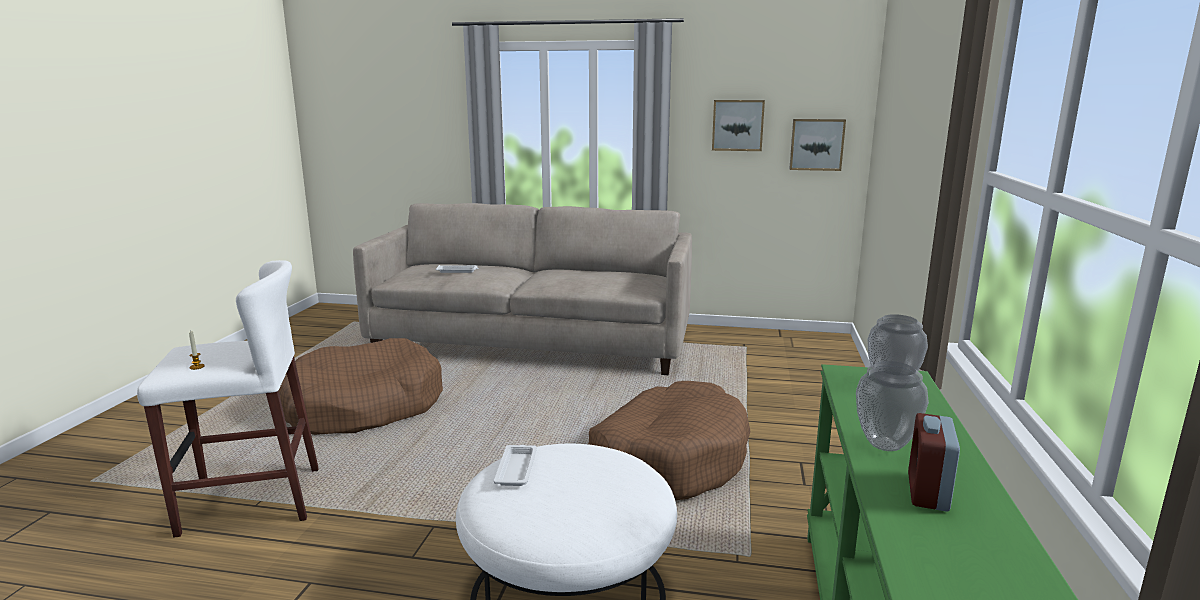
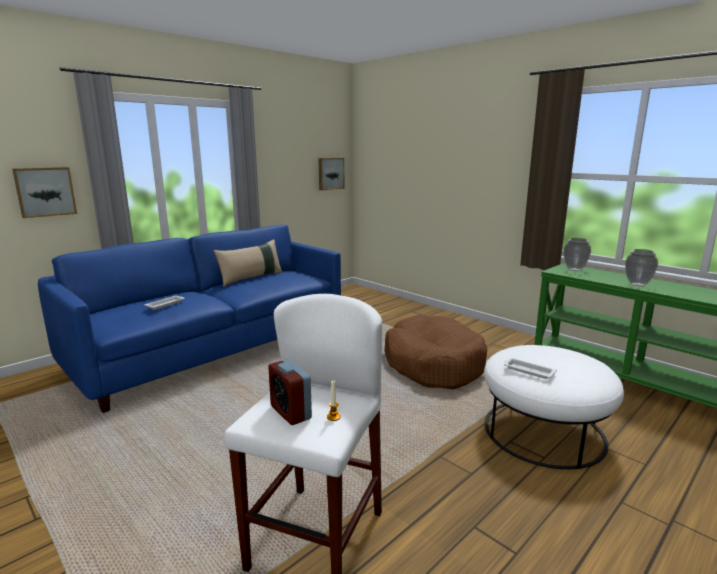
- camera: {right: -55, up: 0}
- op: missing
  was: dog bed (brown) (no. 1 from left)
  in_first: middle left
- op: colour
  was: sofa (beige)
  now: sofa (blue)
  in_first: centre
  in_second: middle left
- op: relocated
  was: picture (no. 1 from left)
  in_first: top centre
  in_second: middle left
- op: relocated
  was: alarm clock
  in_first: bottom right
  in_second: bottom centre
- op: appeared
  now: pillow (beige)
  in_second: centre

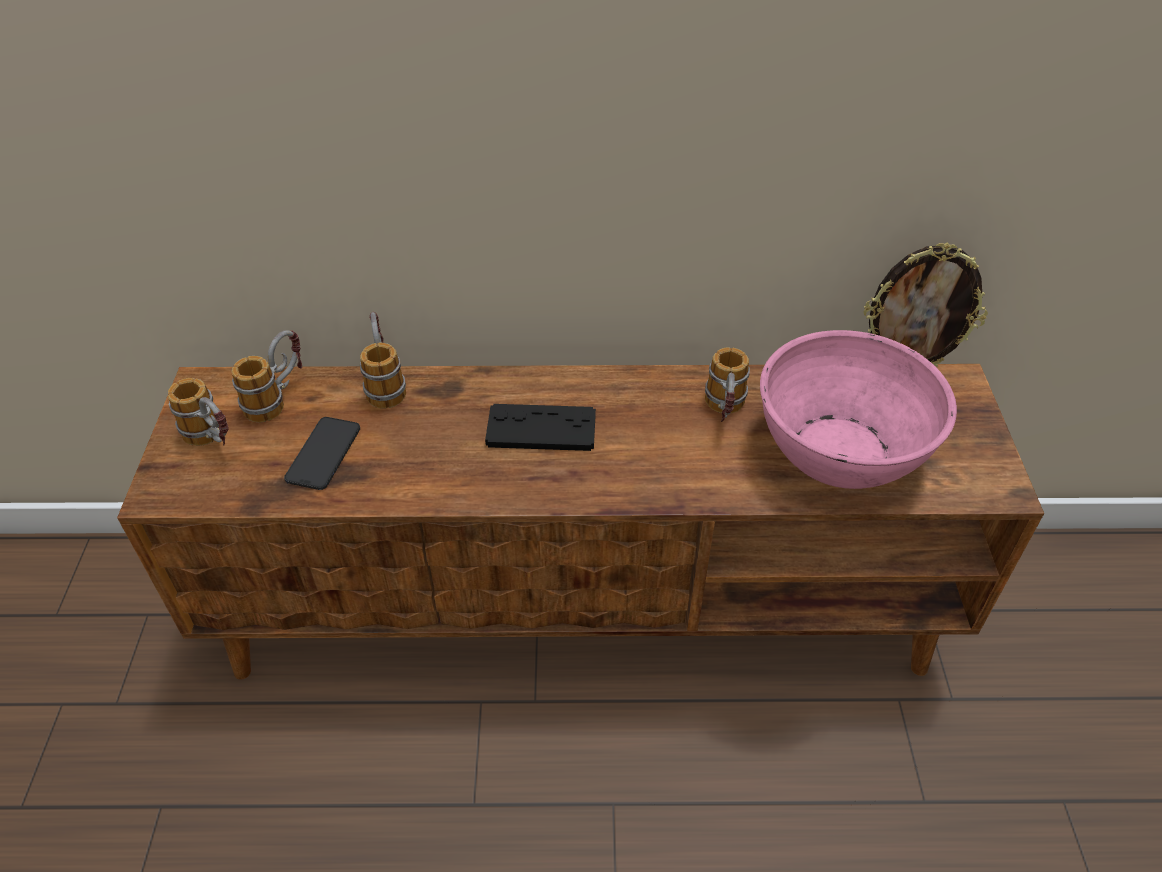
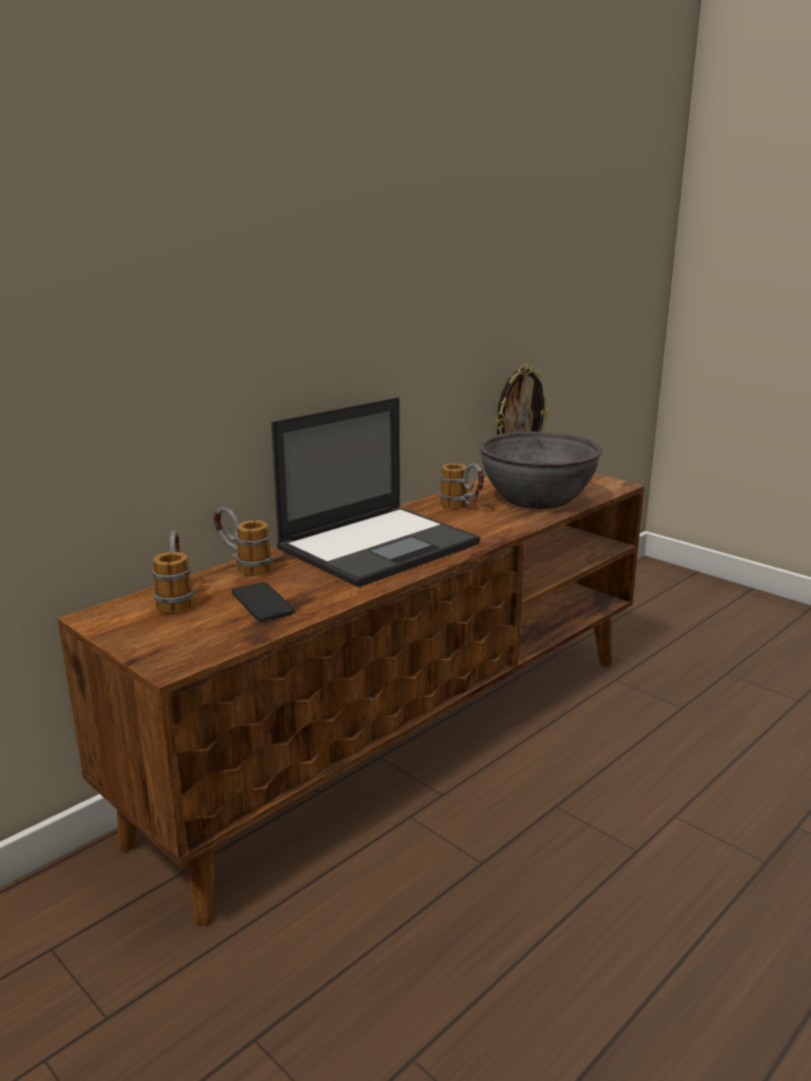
- camera: {right: -45, up: -25}
- op: missing
  was: mug (no. 1 from left)
  in_first: middle left
- op: exchanged
  was: game controller (black)
  now: laptop
  in_first: centre
  in_second: centre
- op: colour
  was: bowl (pink)
  now: bowl (grey)
  in_first: middle right
  in_second: centre

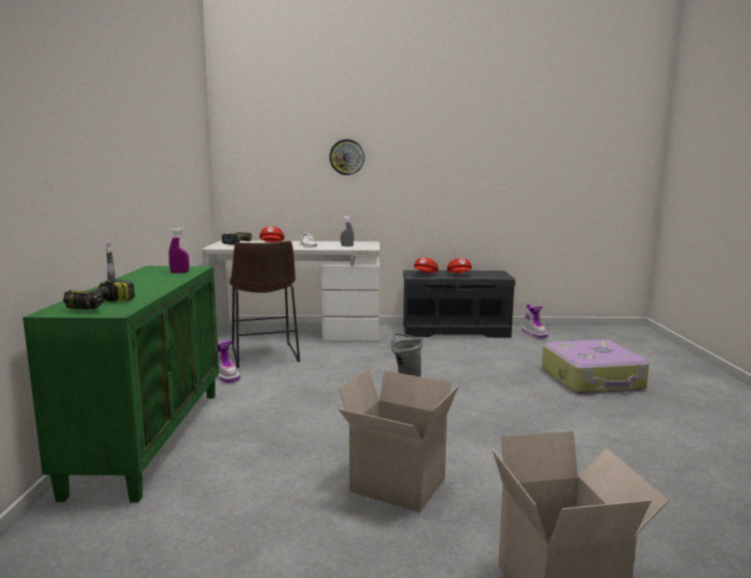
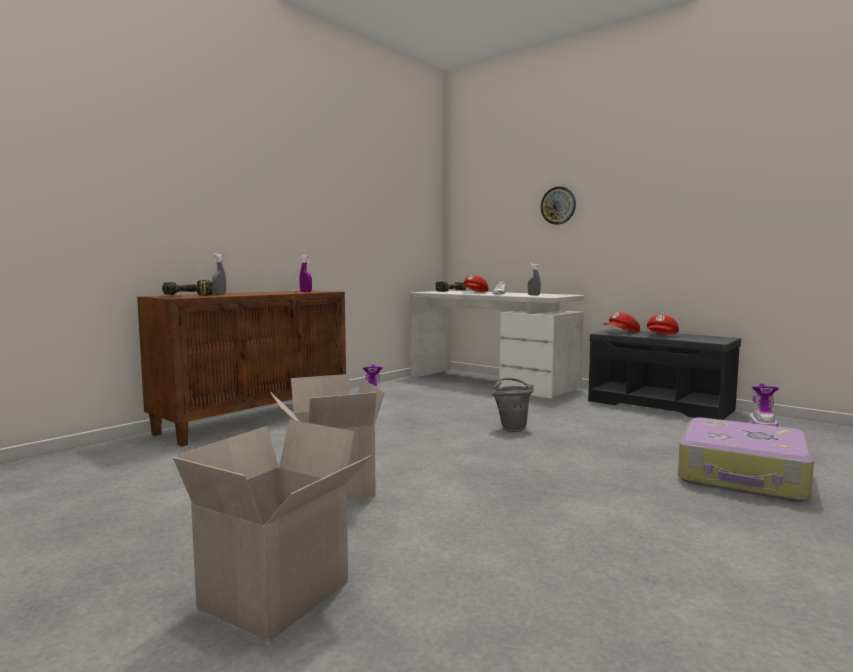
- camera: {right: 40, up: -5}
- op: colour
  was: cabinet (green)
  now: cabinet (brown)
  in_first: middle left
  in_second: middle left
- op: missing
  was: stool (brown)
  in_first: centre

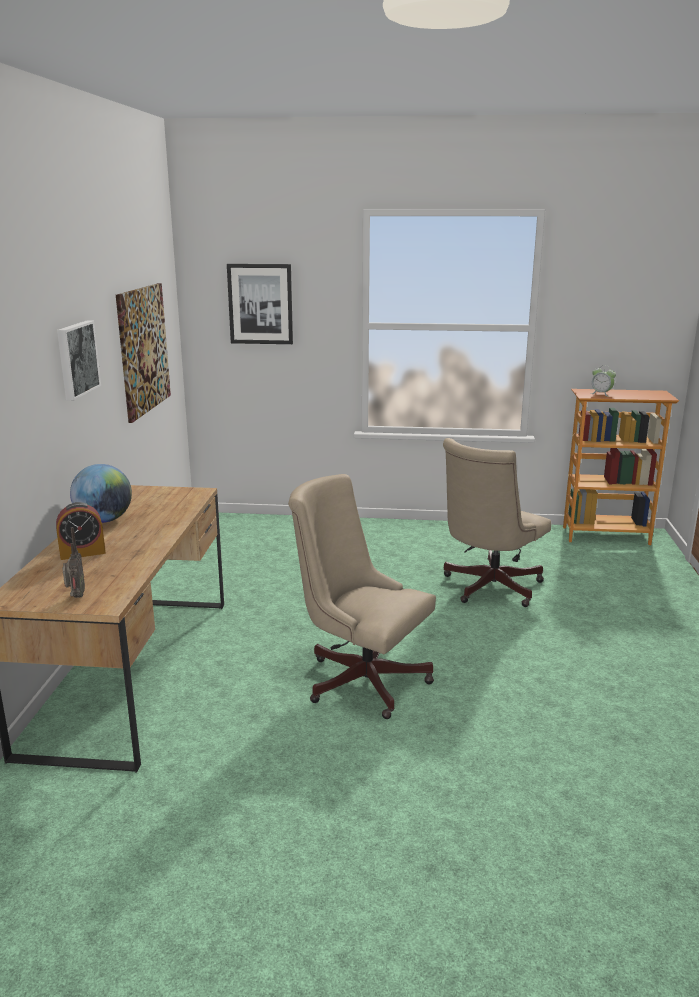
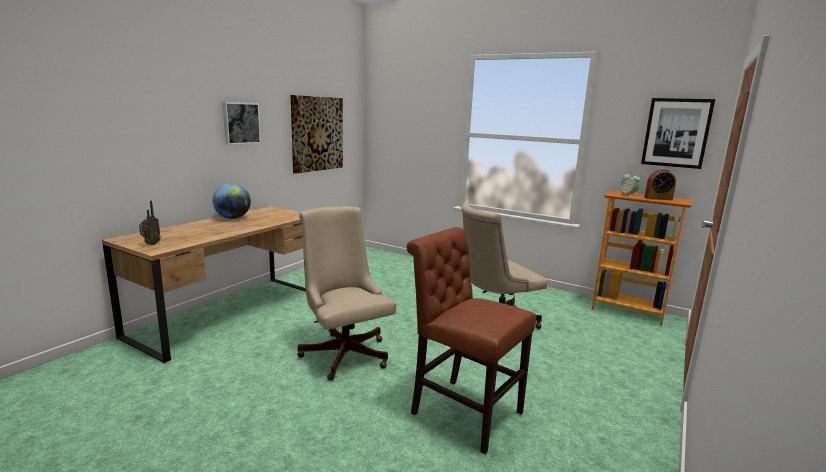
- camera: {right: 25, up: -5}
- op: relocated
  was: alarm clock (no. 1 from left in the first image)
  now: alarm clock (no. 2 from left)
  in_first: middle left
  in_second: middle right
- op: relocated
  was: picture (no. 3 from left)
  in_first: top centre
  in_second: top right
- op: appeared
  now: chair (brown)
  in_second: bottom centre

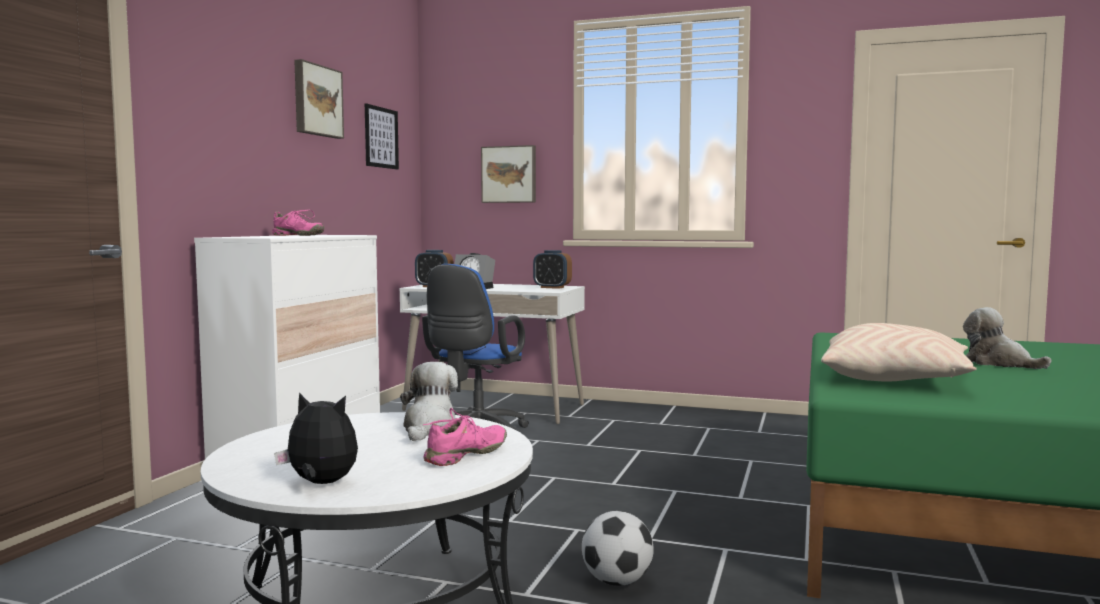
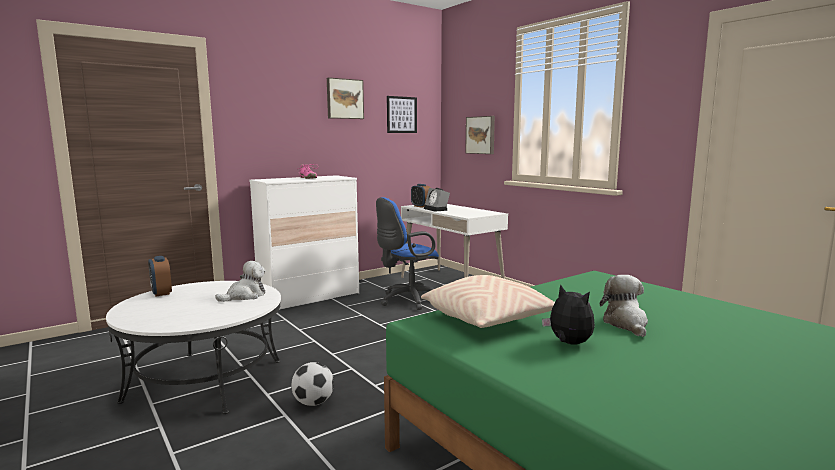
- camera: {right: 35, up: 5}
- op: relocated
  was: plush toy (no. 1 from left in the first image)
  now: plush toy (no. 2 from left)
  in_first: bottom left
  in_second: bottom right
- op: missing
  was: shoe (pink) (no. 2 from left)
  in_first: bottom centre
- op: relocated
  was: alarm clock (no. 3 from left in the first image)
  now: alarm clock (no. 1 from left)
  in_first: centre
  in_second: middle left

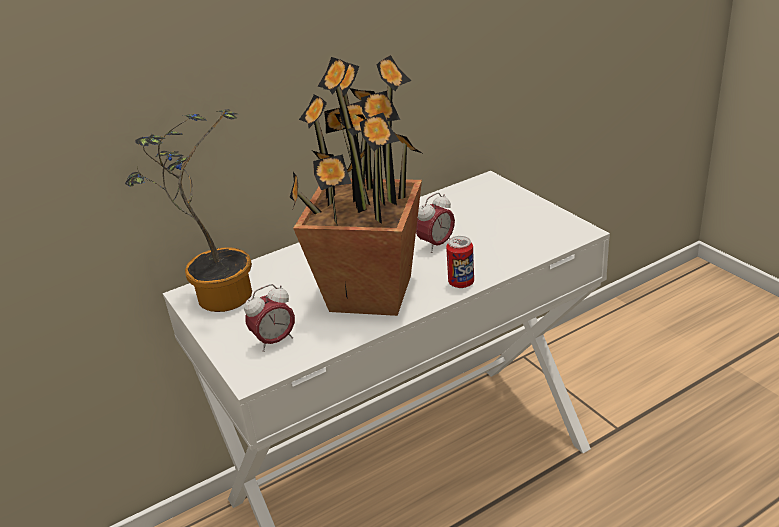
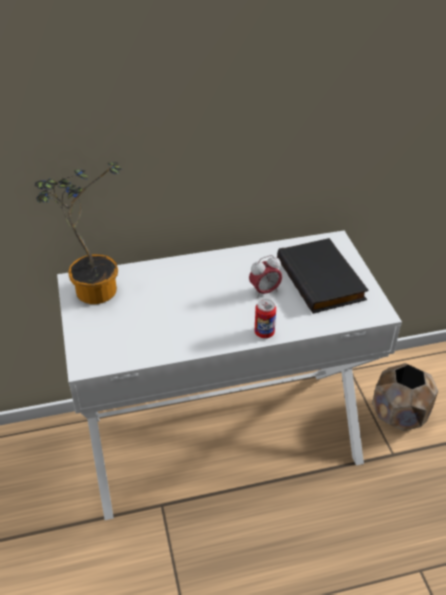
- camera: {right: 15, up: 10}
- op: missing
  was: alarm clock (no. 1 from left)
  in_first: centre
- op: missing
  was: potted plant (no. 2 from left)
  in_first: centre
- op: appeared
  now: book (black)
  in_second: middle right
- op: appeared
  now: planter (brown)
  in_second: bottom right

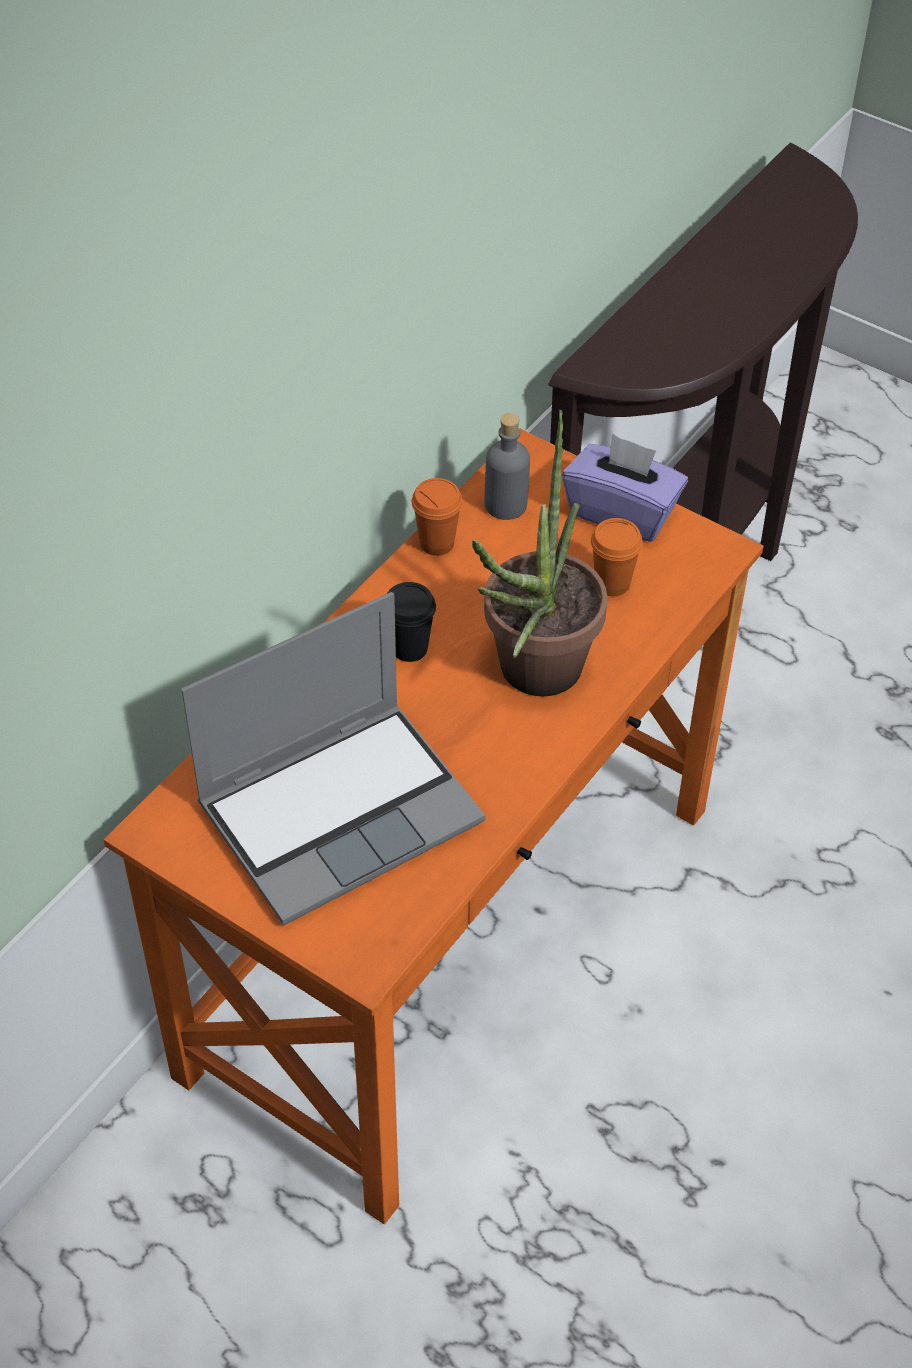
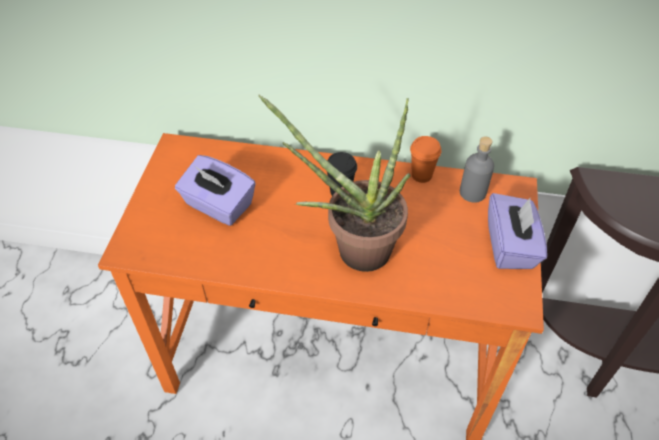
- camera: {right: 65, up: 0}
- op: exchanged
  was: laptop
  now: tissue box (purple) (no. 1 from left)
  in_first: centre
  in_second: middle left
- op: missing
  was: cup (orange) (no. 2 from left)
  in_first: middle right

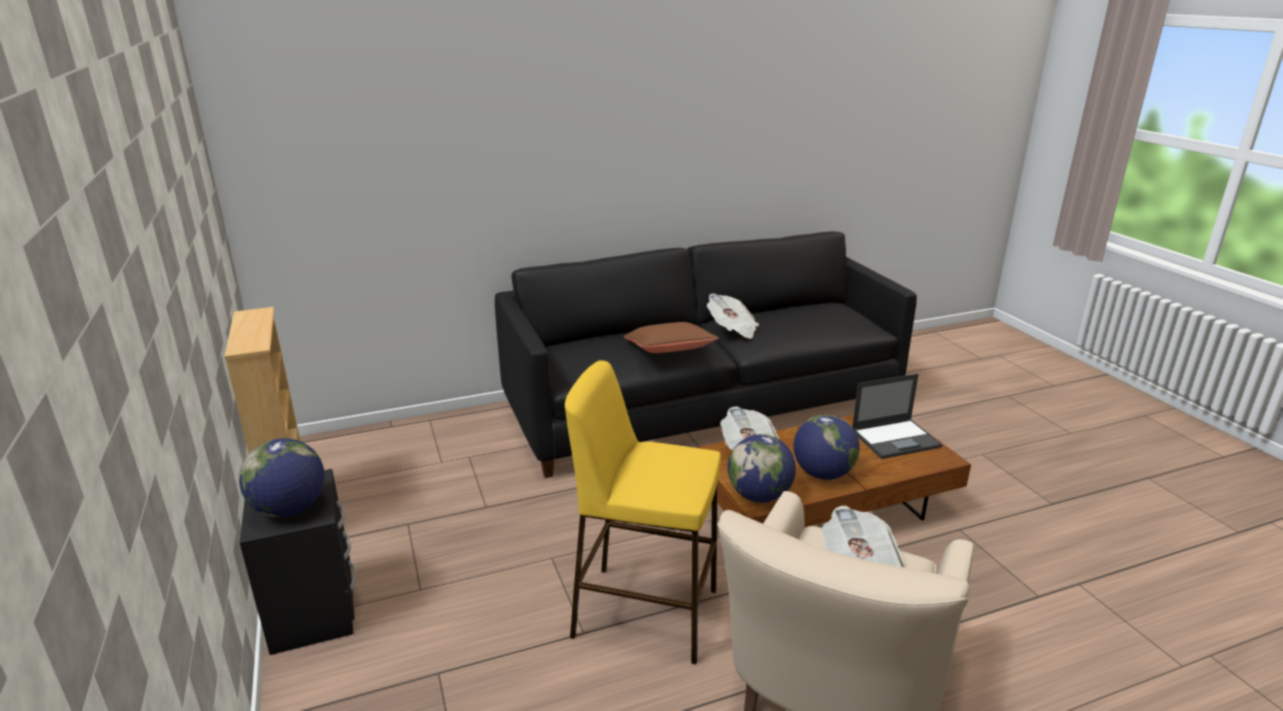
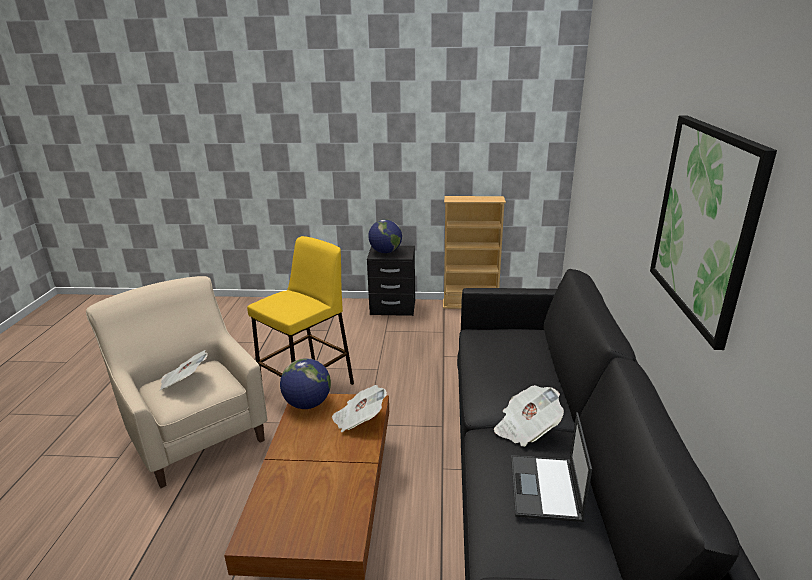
- camera: {right: 115, up: 0}
- op: missing
  was: pillow (brown)
  in_first: centre
- op: missing
  was: globe (no. 3 from left)
  in_first: centre
- op: relocated
  was: laptop
  in_first: middle right
  in_second: bottom right
- op: appeared
  now: picture
  in_second: middle right

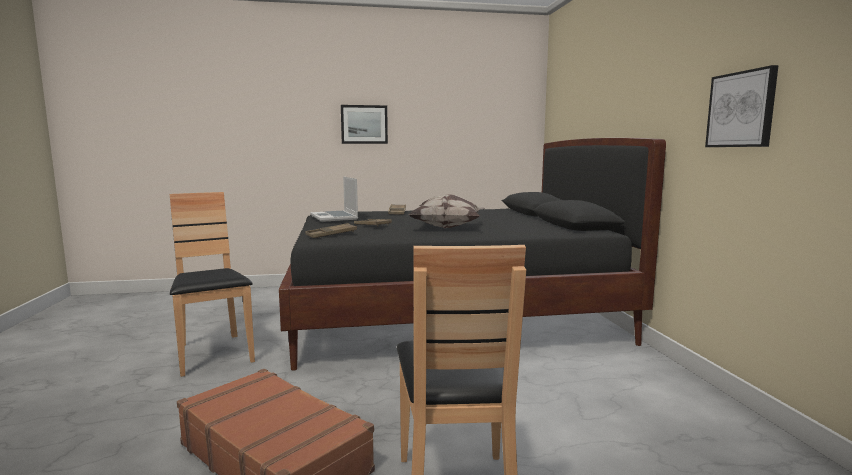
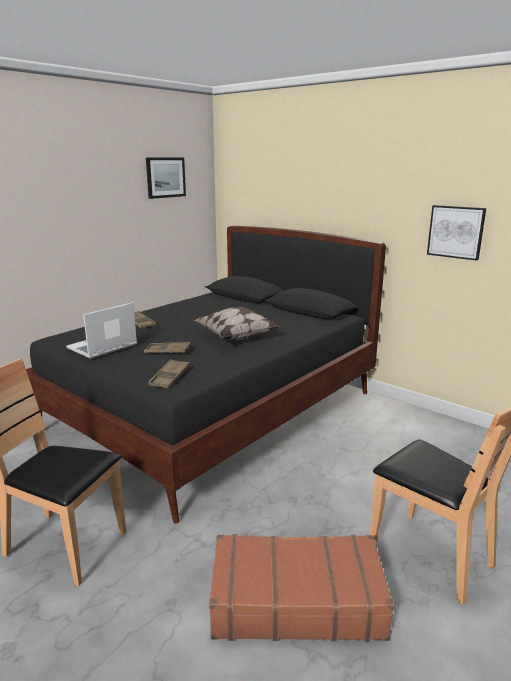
- camera: {right: -40, up: 10}
- op: spun
  was: laptop
  in_first: centre
  in_second: middle left
  clockwise: 105
- op: relocated
  was: picture (no. 1 from left)
  in_first: top centre
  in_second: top left

